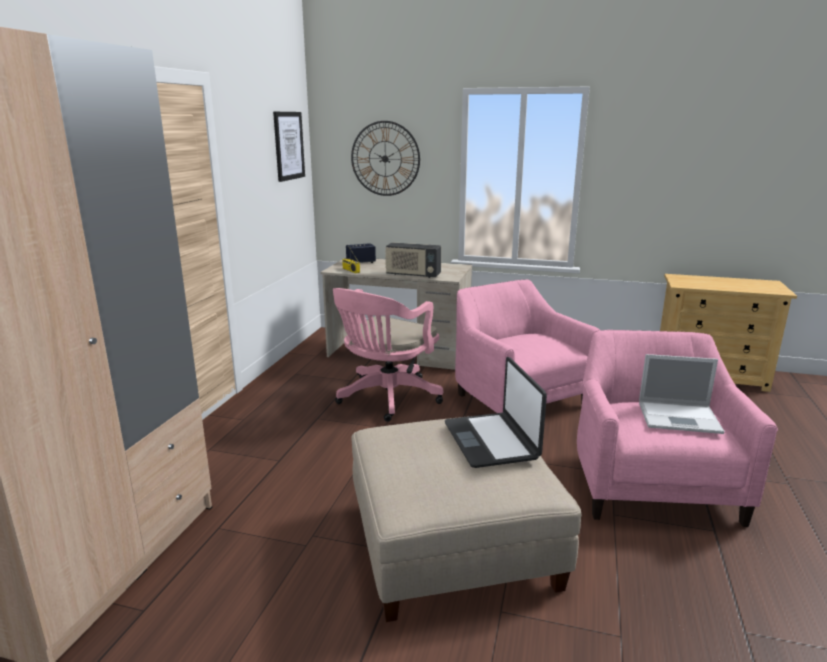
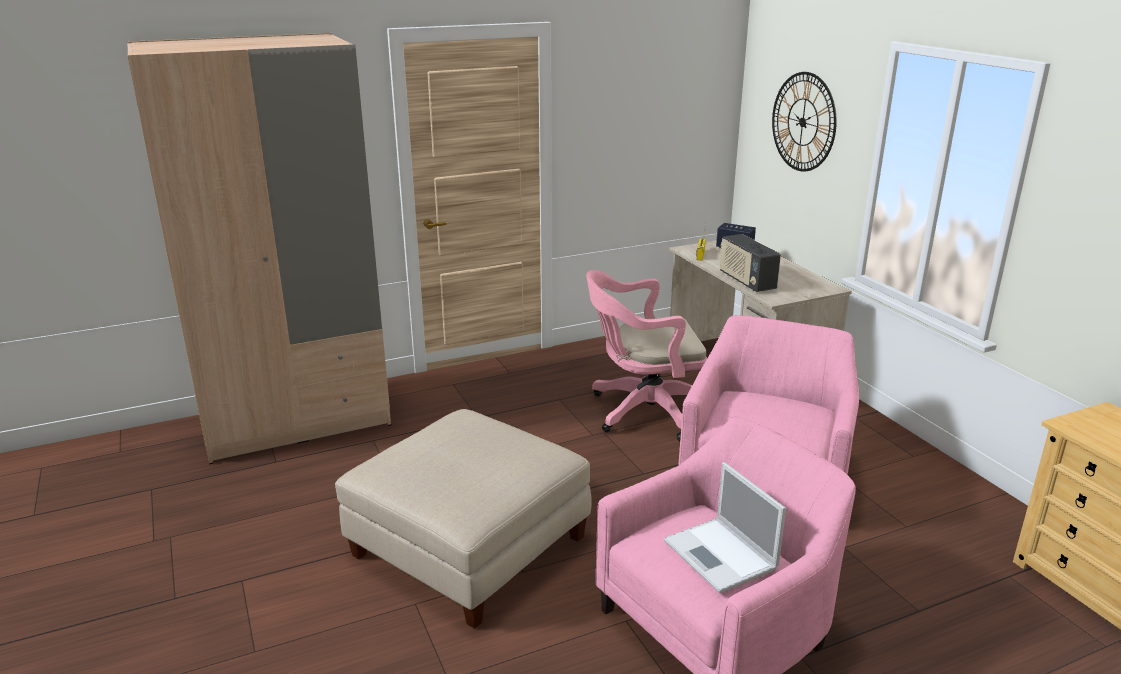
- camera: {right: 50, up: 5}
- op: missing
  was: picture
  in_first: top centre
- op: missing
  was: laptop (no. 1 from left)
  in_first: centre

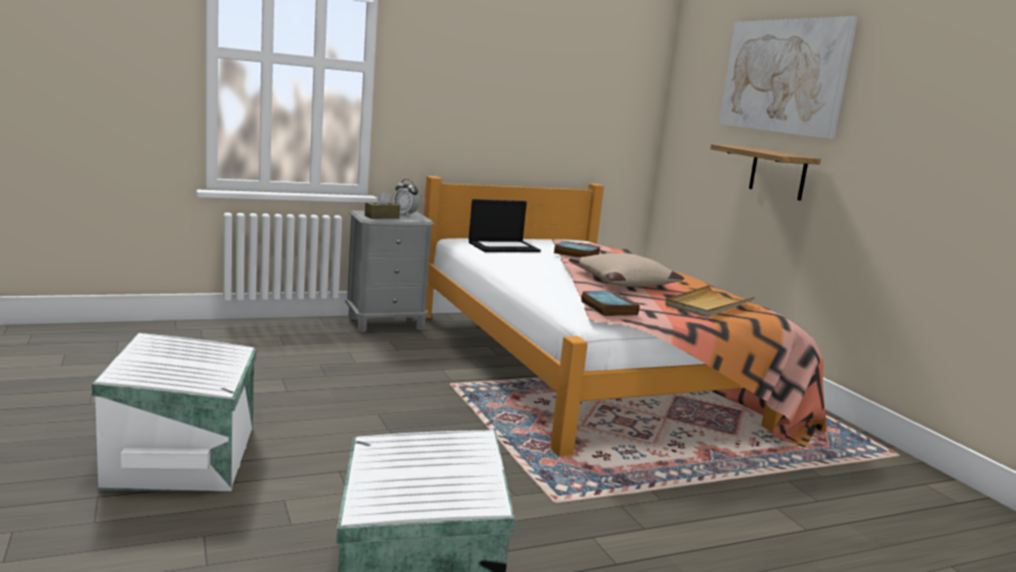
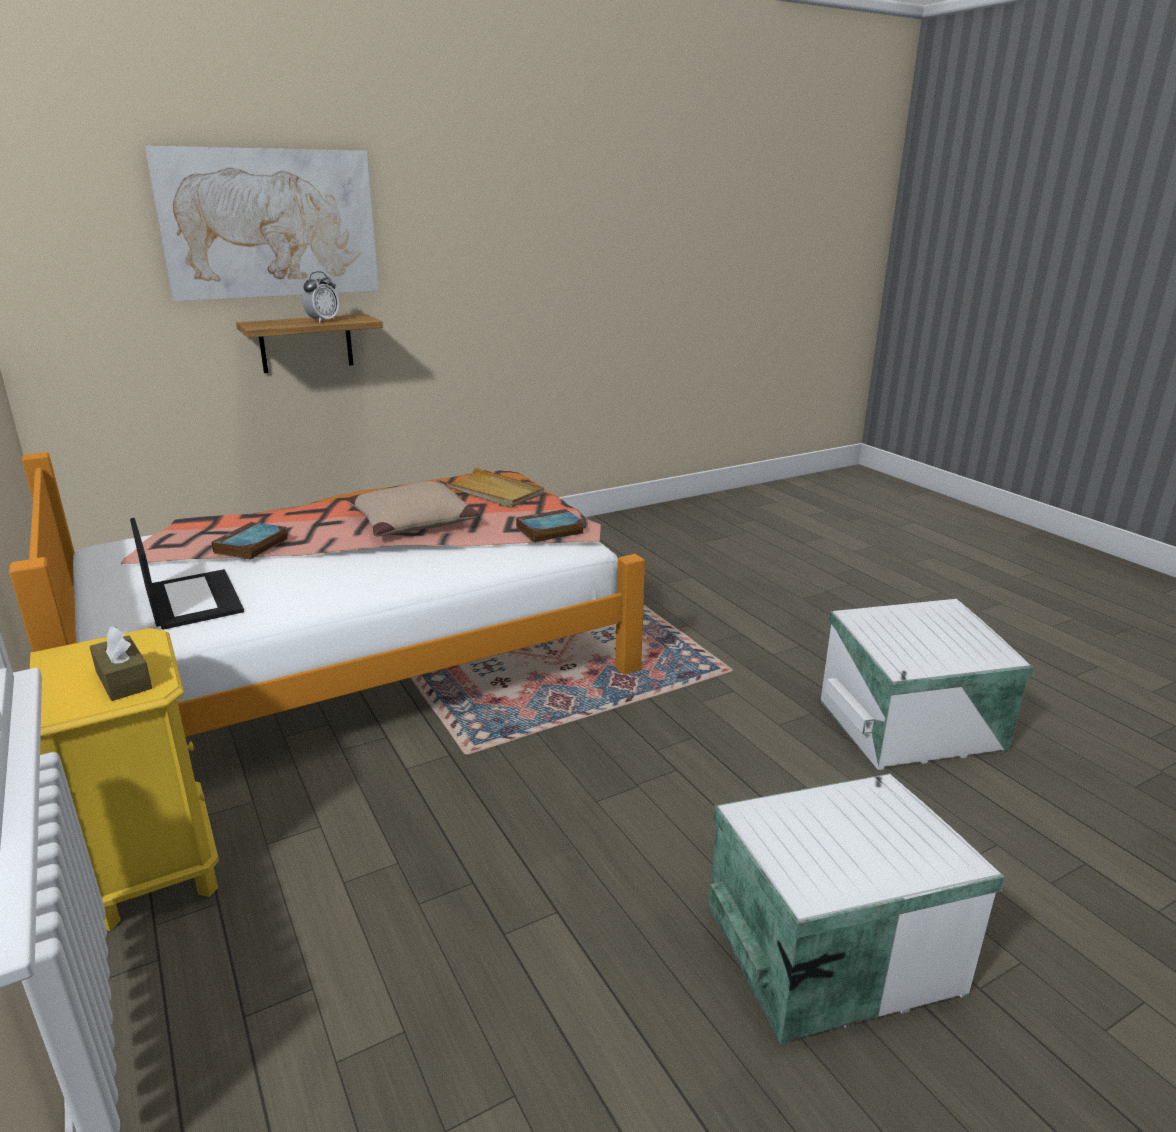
- camera: {right: -95, up: 10}
- op: colour
  was: nightstand (grey)
  now: nightstand (yellow)
  in_first: centre
  in_second: bottom left
- op: relocated
  was: alarm clock
  in_first: centre
  in_second: top left

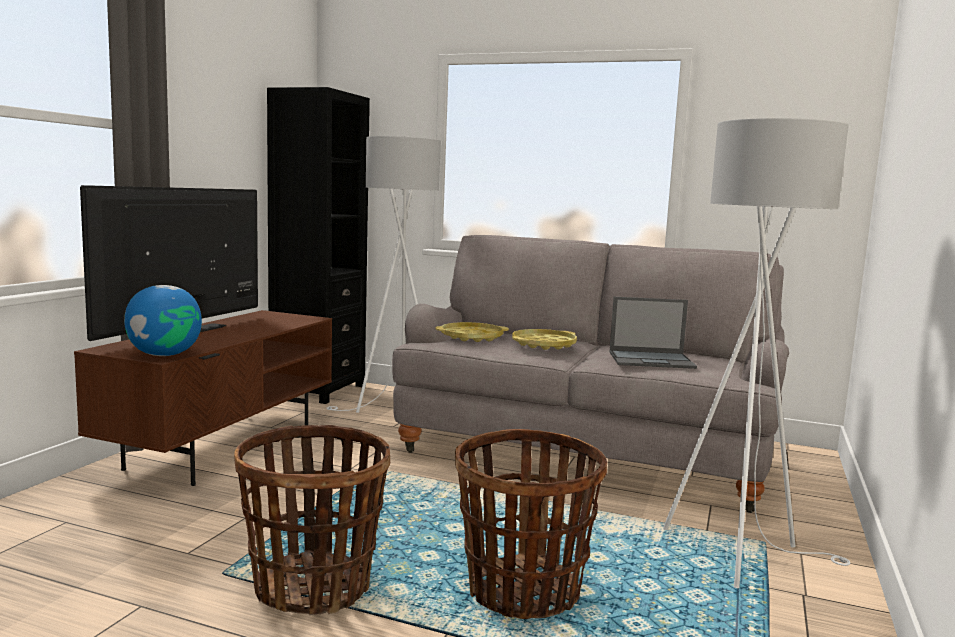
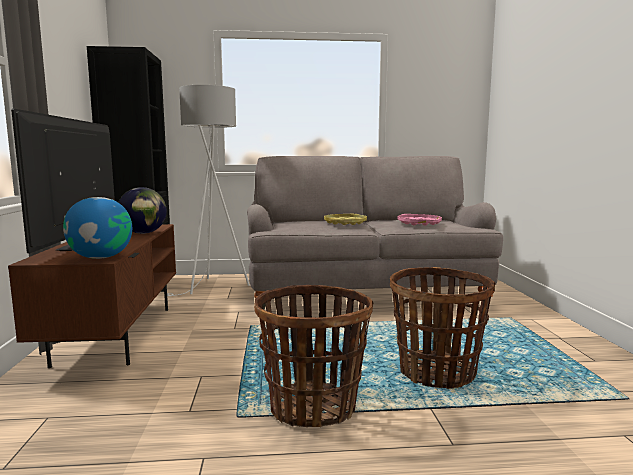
- camera: {right: -25, up: 0}
- op: missing
  was: tray (yellow) (no. 1 from left)
  in_first: centre
- op: exchanged
  was: laptop
  now: tray (pink)
  in_first: middle right
  in_second: centre
- op: missing
  was: floor lamp (white) (no. 2 from left)
  in_first: middle right
- op: appeared
  now: globe (no. 2 from left)
  in_second: middle left

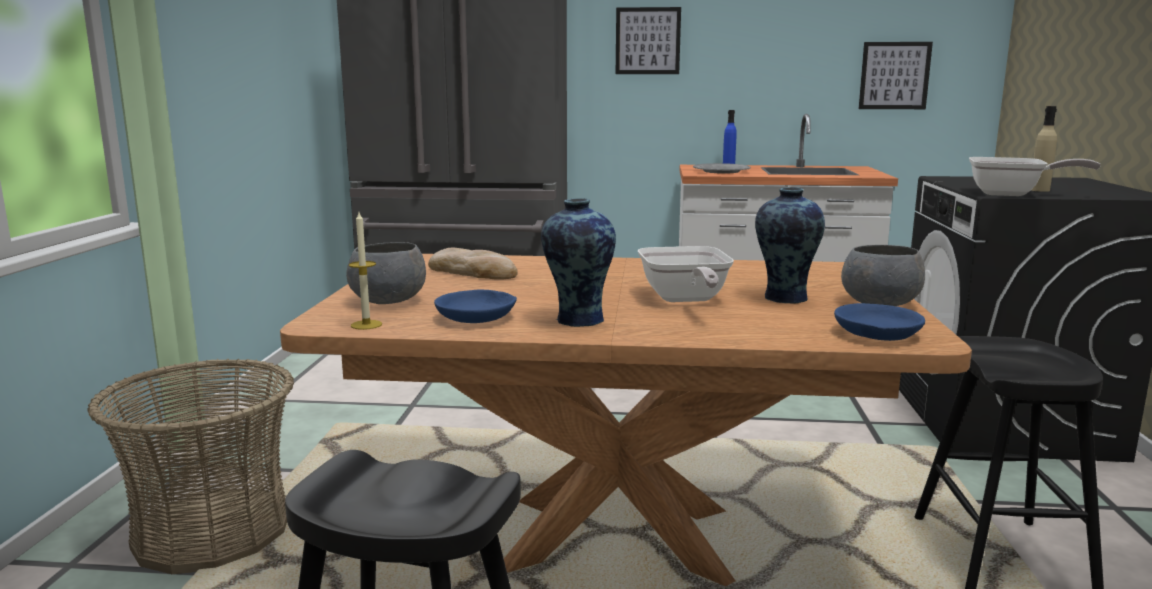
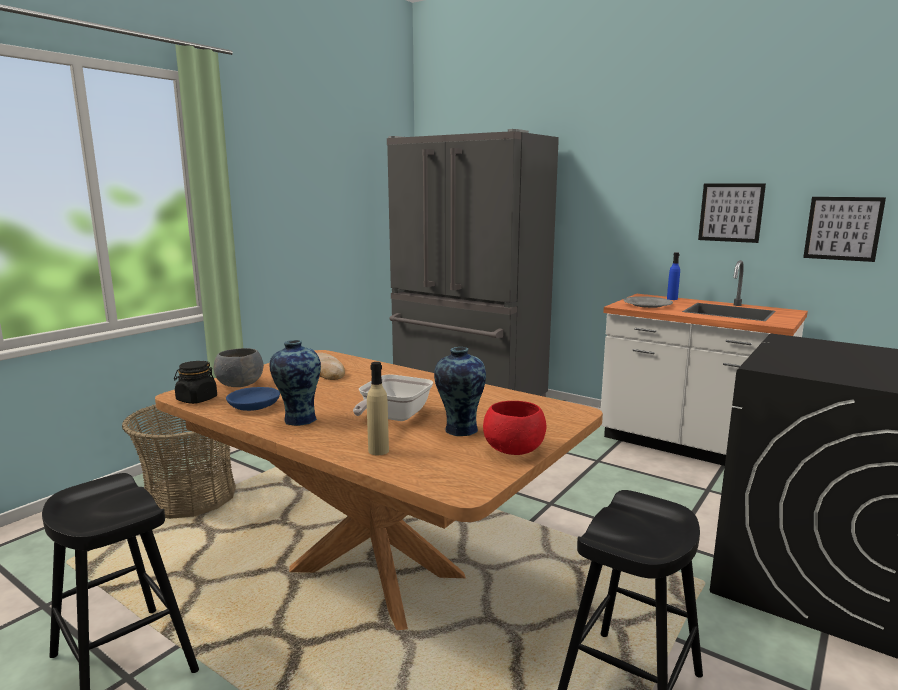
- camera: {right: 30, up: 0}
- op: exchanged
  was: candle
  now: jar (black)
  in_first: middle left
  in_second: middle left
- op: relocated
  was: picture (no. 1 from left)
  in_first: top centre
  in_second: top right
- op: missing
  was: bowl (blue) (no. 2 from left)
  in_first: middle right
- op: colour
  was: bowl (grey) (no. 2 from left)
  now: bowl (red)
  in_first: middle right
  in_second: centre
- op: missing
  was: frying pan (no. 2 from left)
  in_first: top right
- op: relocated
  was: bottle (beige)
  in_first: top right
  in_second: centre

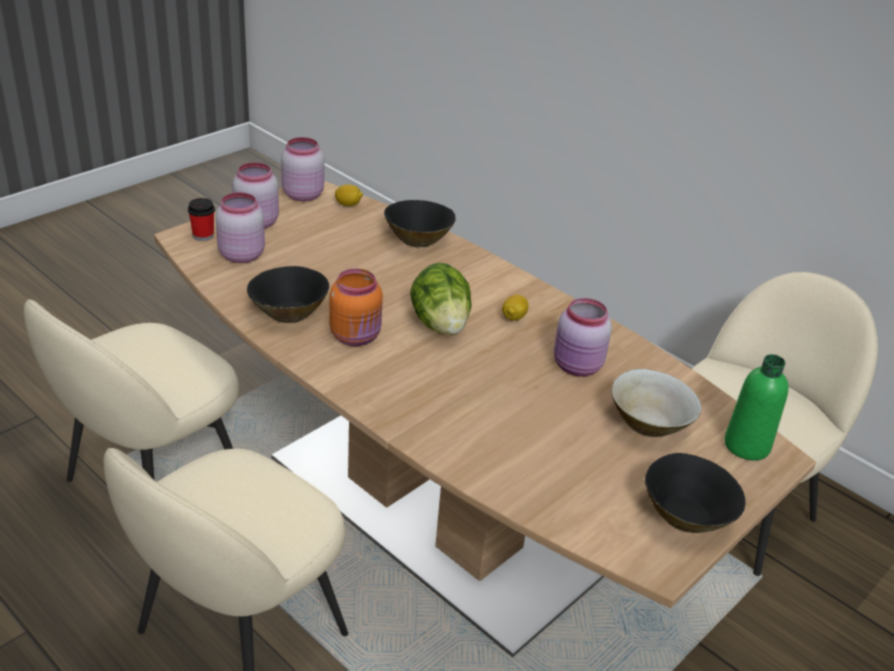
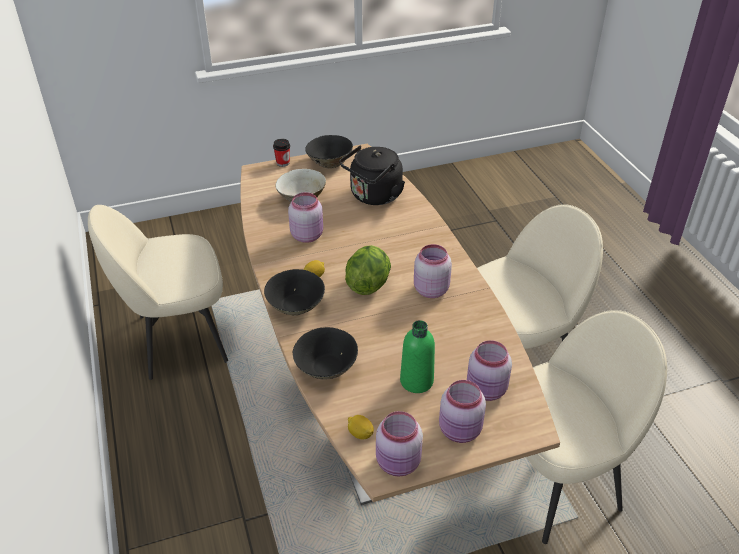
- camera: {right: -150, up: 5}
- op: relocated
  was: cup
  in_first: top left
  in_second: top centre
- op: relocated
  was: bowl (black) (no. 1 from left)
  in_first: middle left
  in_second: centre
- op: colour
  was: jar (orange)
  now: jar (pink) (no. 3 from left)
  in_first: centre
  in_second: centre
- op: relocated
  was: bottle (green)
  in_first: middle right
  in_second: centre
- op: appeared
  now: kettle (black)
  in_second: top centre

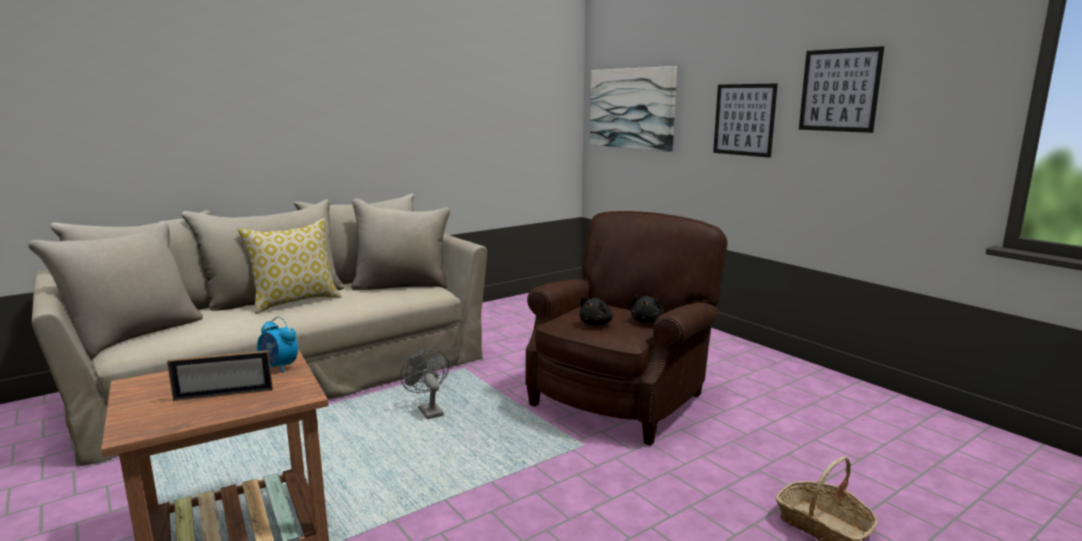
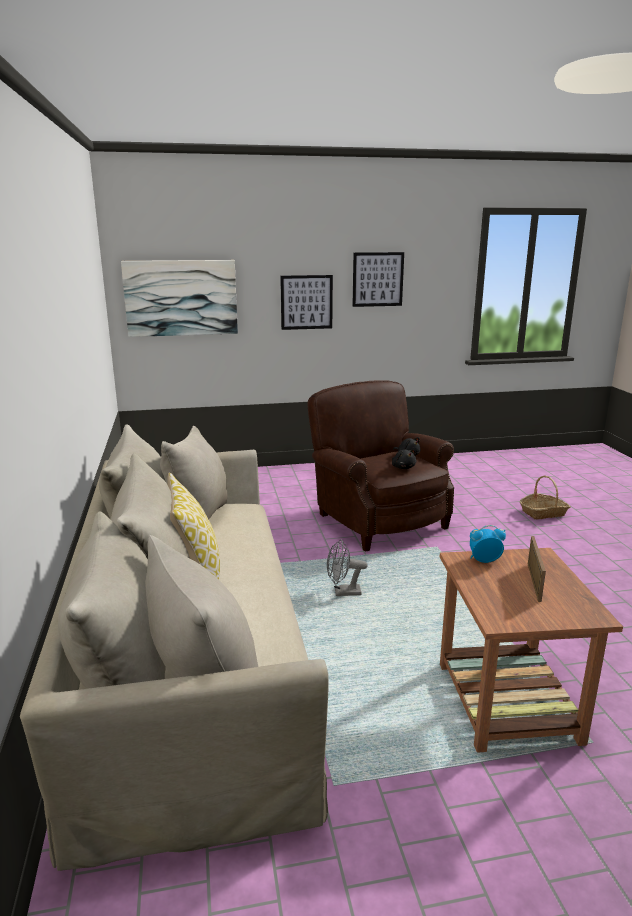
- camera: {right: -65, up: 5}
- op: spun
  was: alarm clock
  in_first: middle left
  in_second: middle right
  clockwise: -150

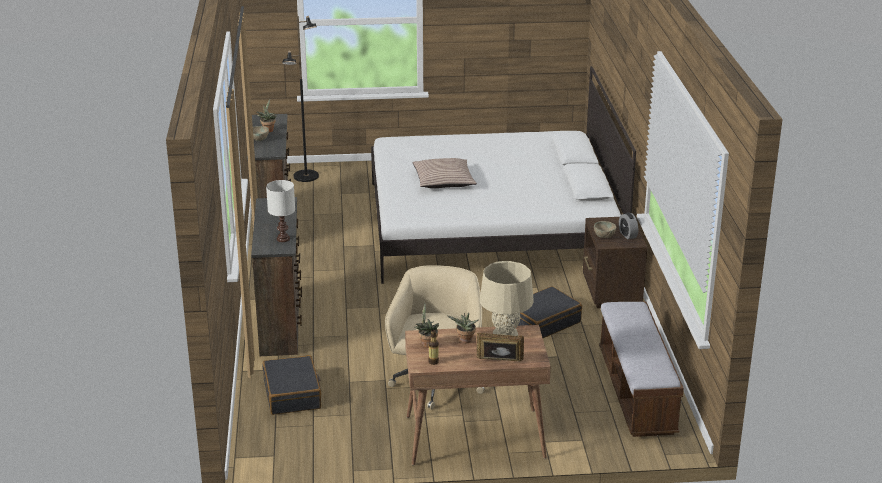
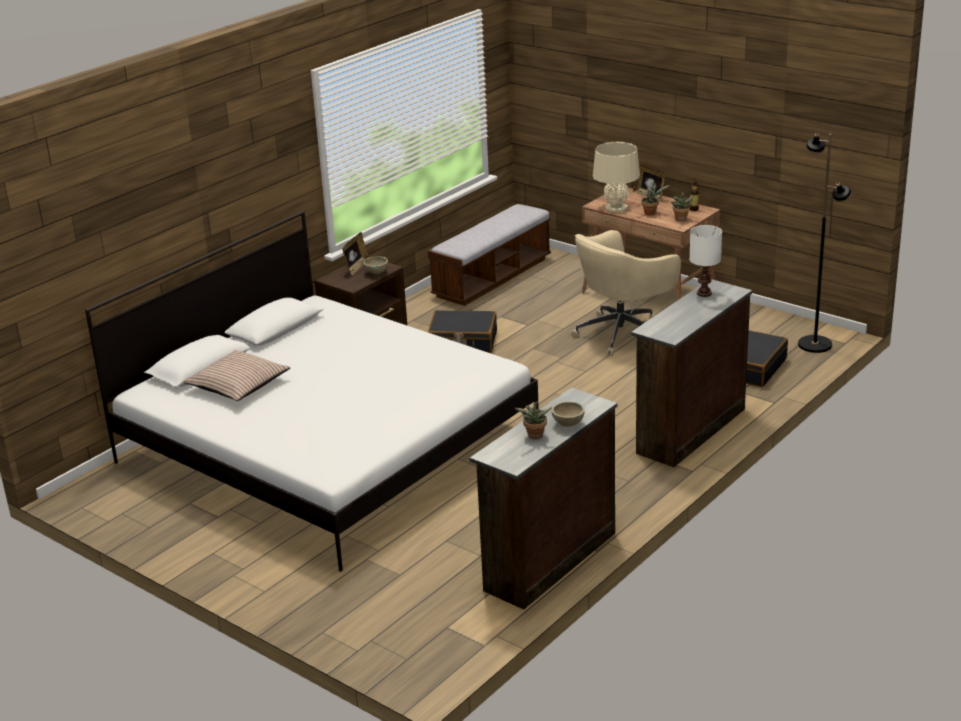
- camera: {right: -135, up: 0}
- op: relocated
  was: floor lamp (black)
  in_first: top centre
  in_second: middle right
- op: relocated
  was: pillow
  in_first: centre
  in_second: middle left
- op: exchanged
  was: alarm clock
  now: picture frame (no. 1 from left)
  in_first: middle right
  in_second: centre

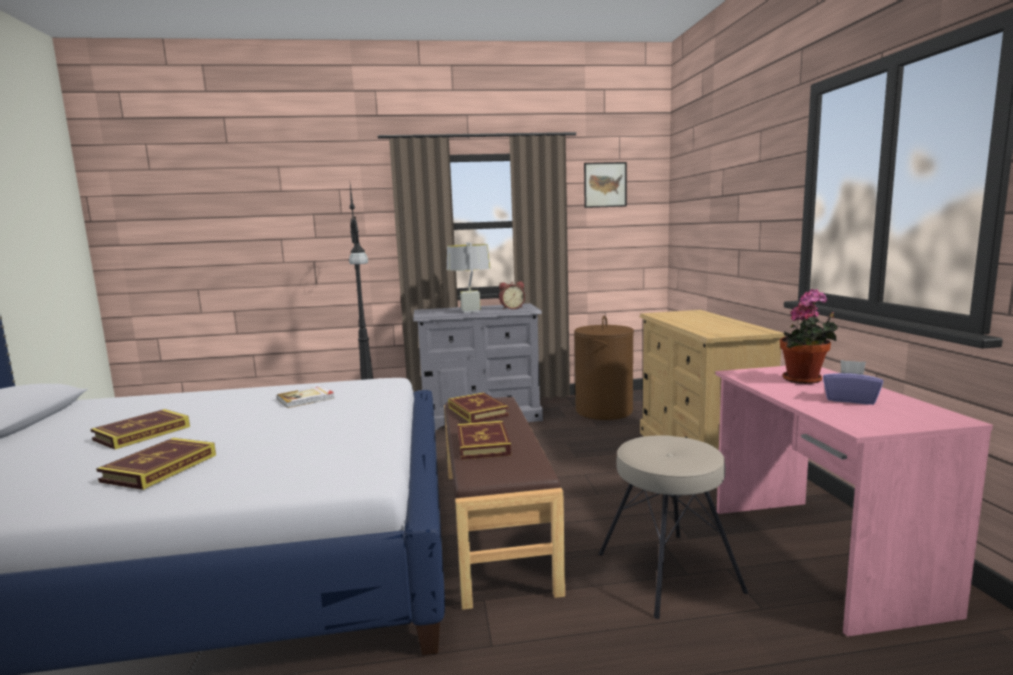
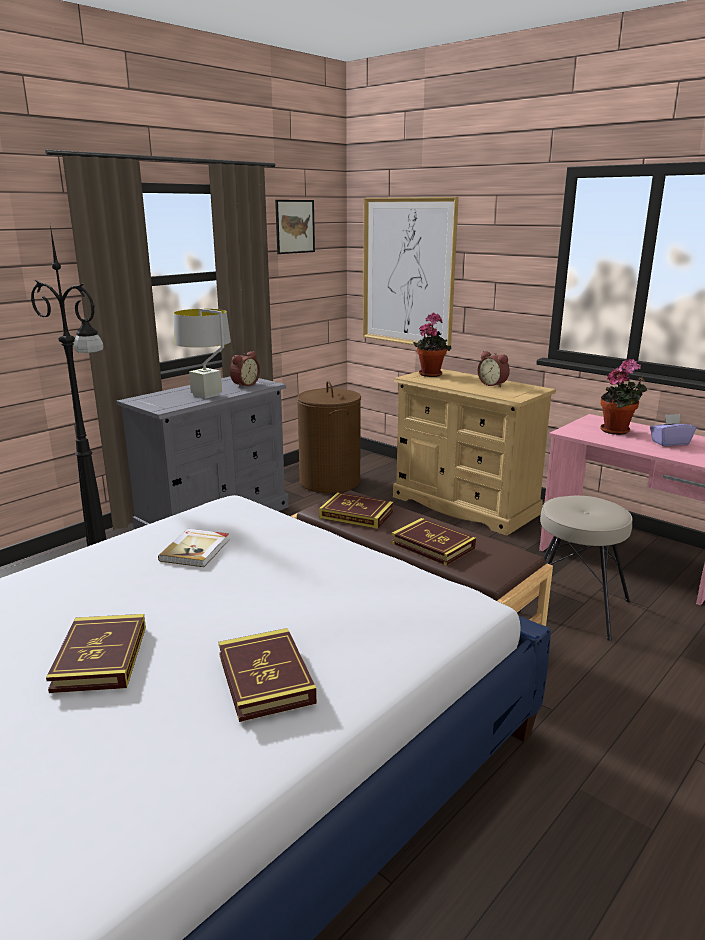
- camera: {right: -40, up: 10}
- op: appeared
  now: picture (no. 2 from left)
  in_second: top centre
- op: appeared
  now: potted plant (no. 1 from left)
  in_second: centre
- op: appeared
  now: alarm clock (no. 2 from left)
  in_second: middle right

